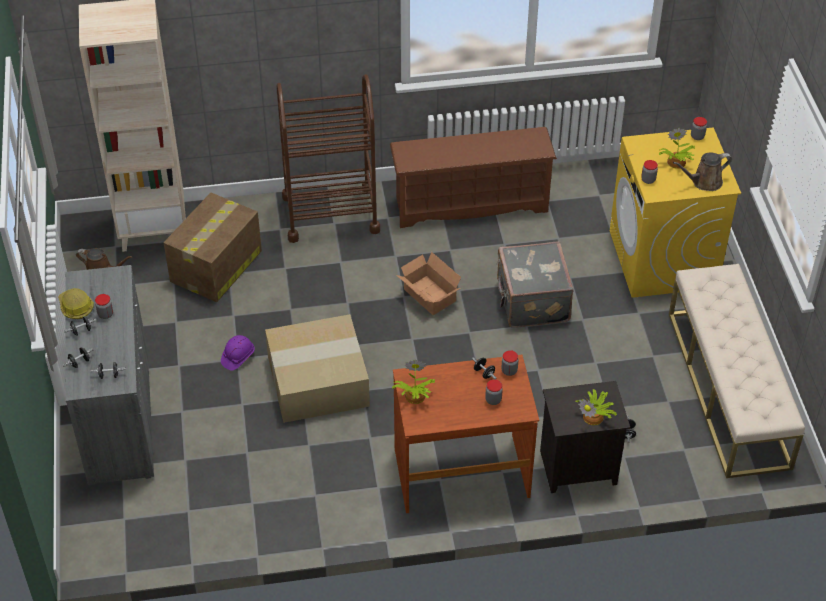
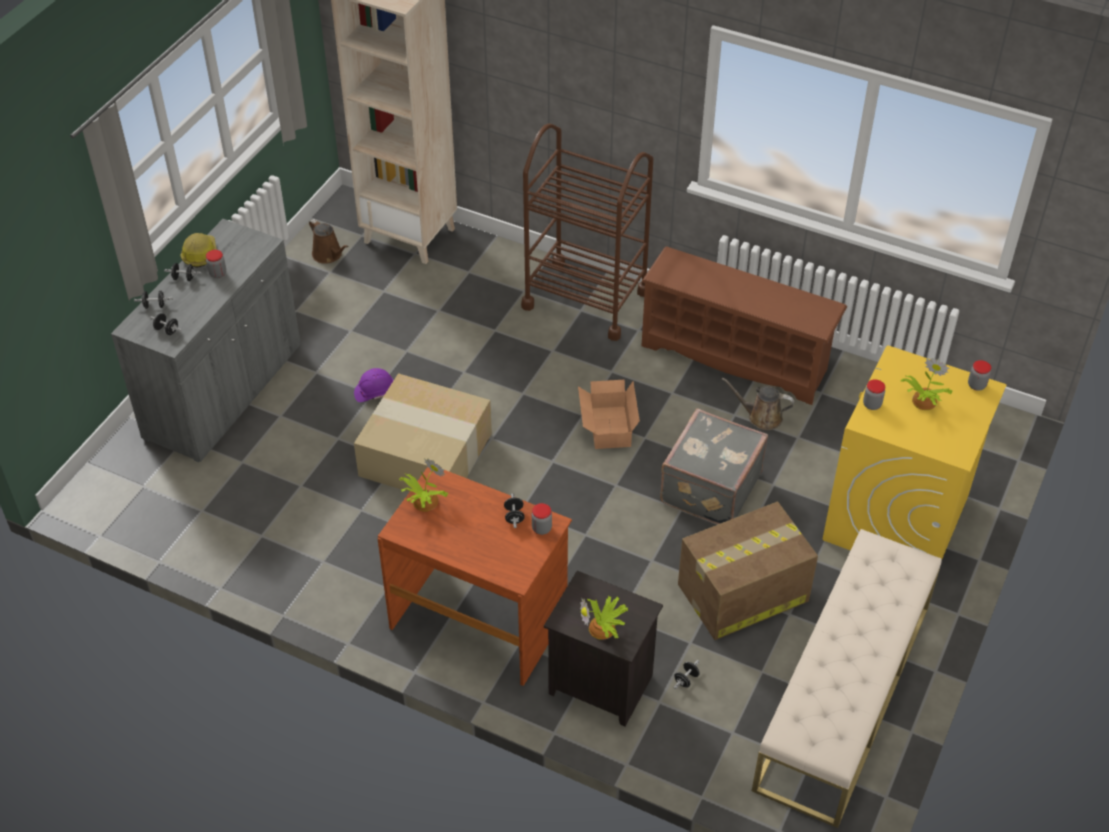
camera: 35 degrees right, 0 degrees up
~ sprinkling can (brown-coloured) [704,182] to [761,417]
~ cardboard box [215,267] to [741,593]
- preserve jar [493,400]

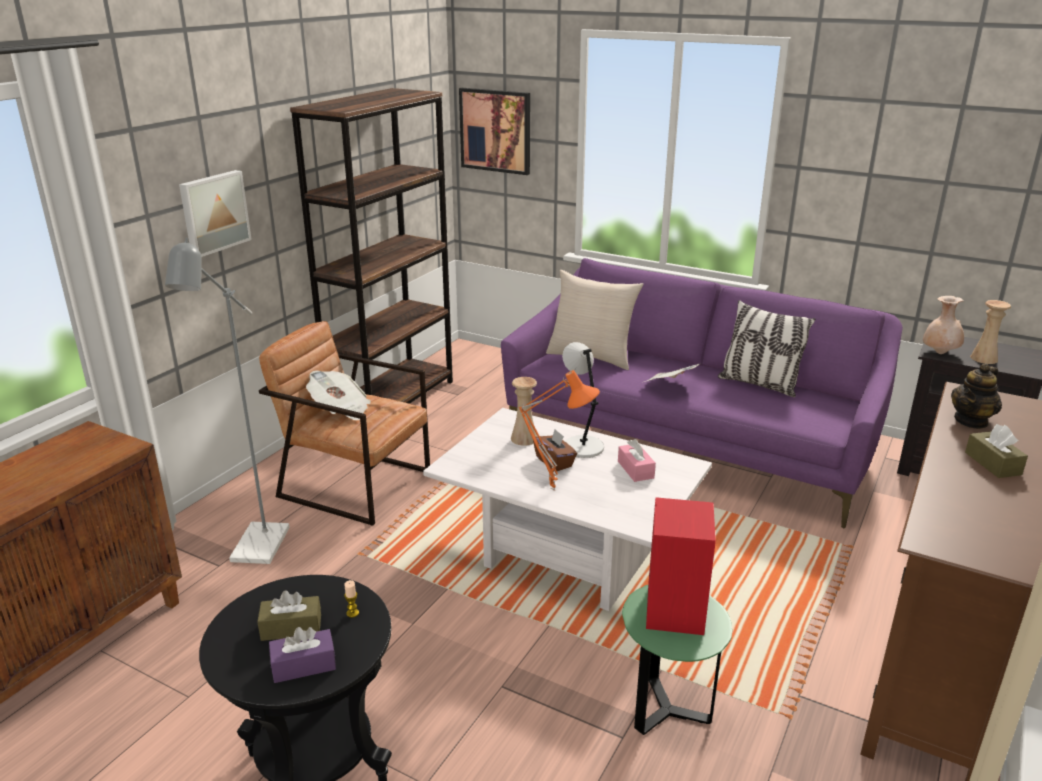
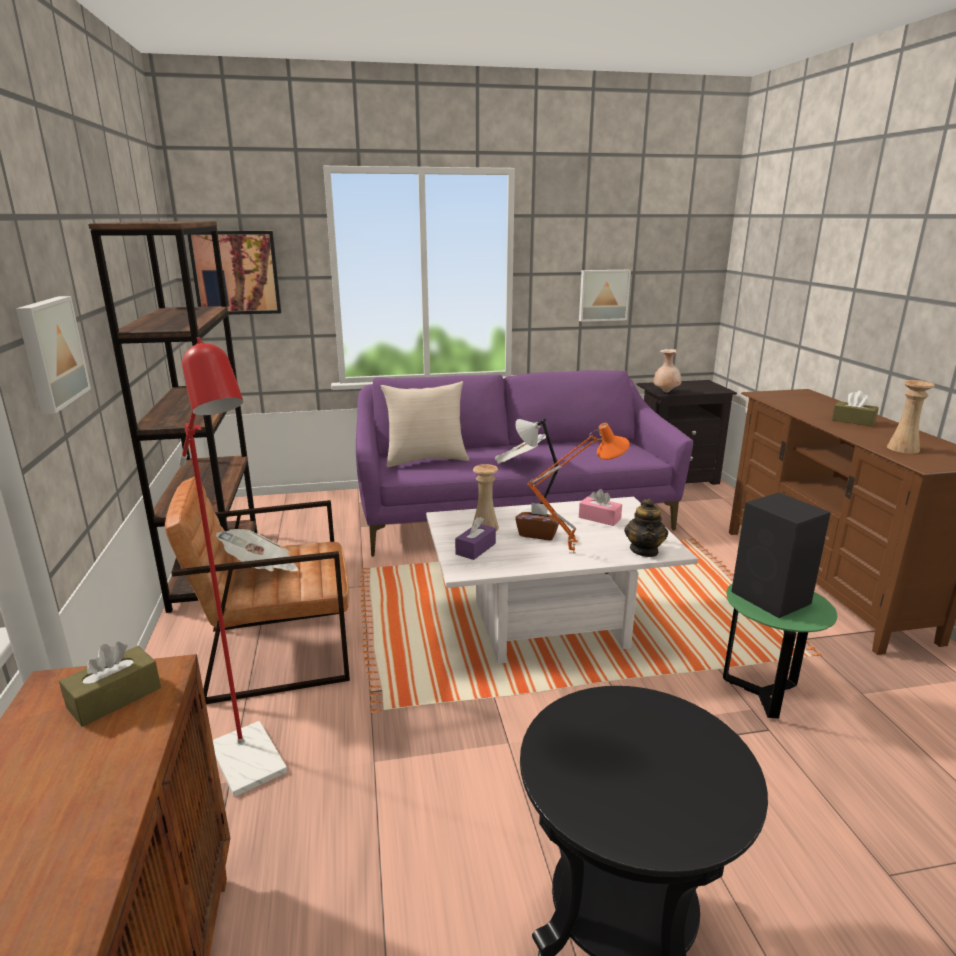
camera: 40 degrees left, 5 degrees down
~ floor lamp (gray) [256,552] to floor lamp (red-coloured) [254,769]
- pillow [759,384]
~ flower vase (beige) [984,358] to [903,448]
~ teapot [971,421] to [644,550]
~ speaker (red-coloured) [675,612] to speaker (black-coloured) [772,598]
- wax candle [352,613]
~ tissue box (brown-coloured) [291,627] to [114,698]
~ tissue box (purple) [303,665] to [475,549]
+ wall picture [603,295]

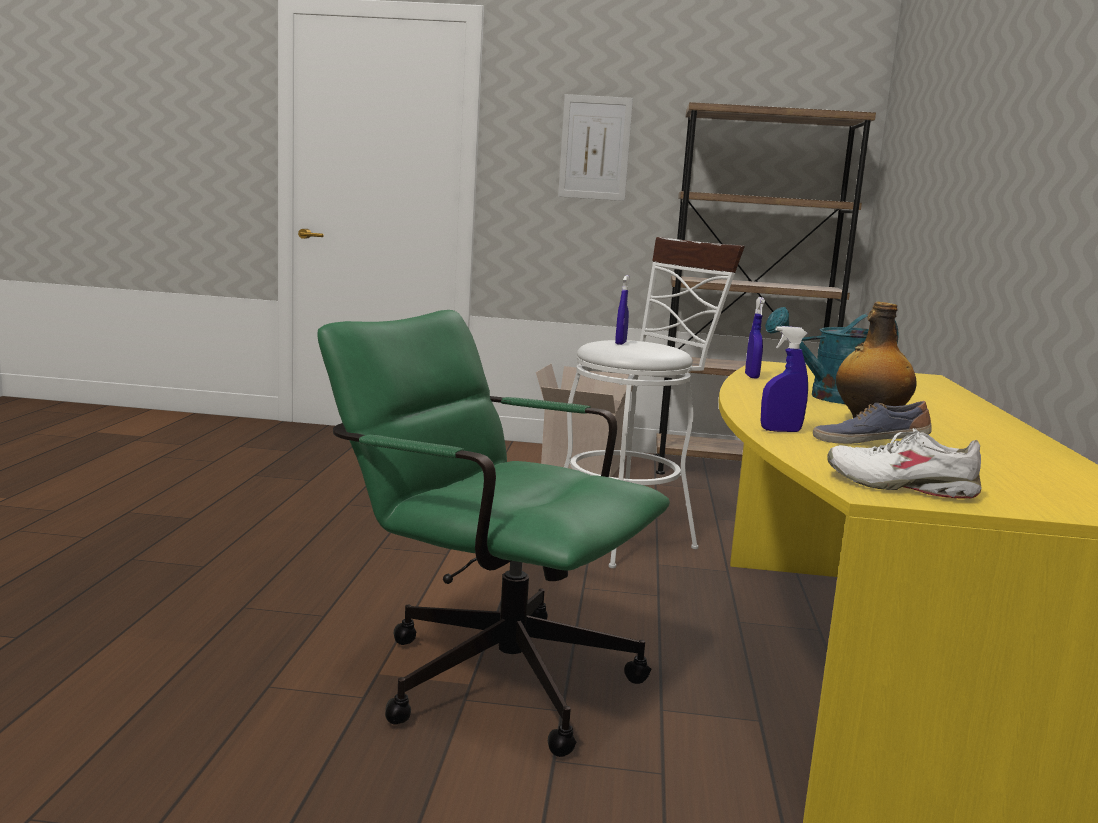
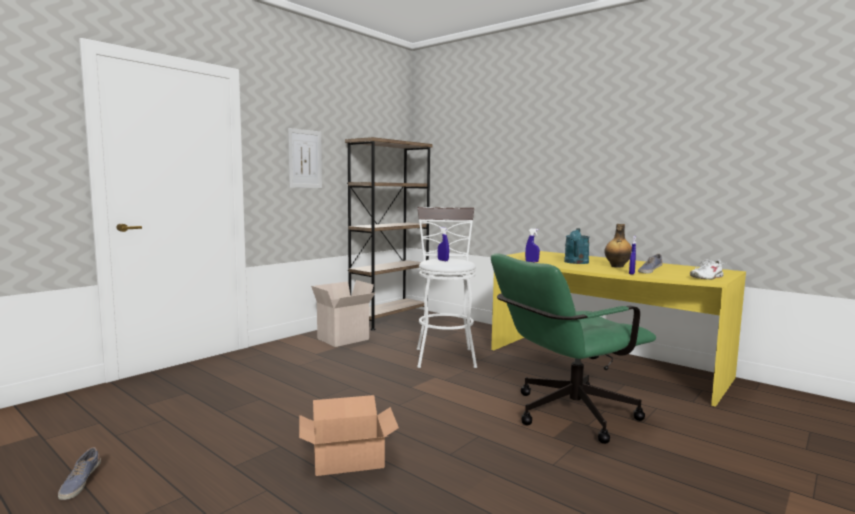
camera: 55 degrees left, 5 degrees down
+ cardboard box [347,458]
+ low shoe [80,483]

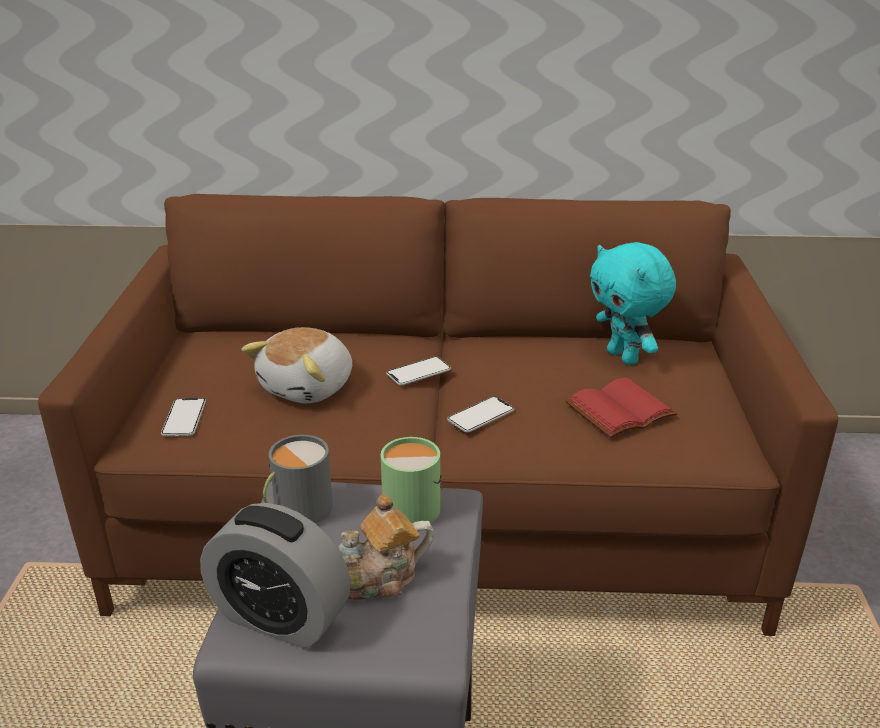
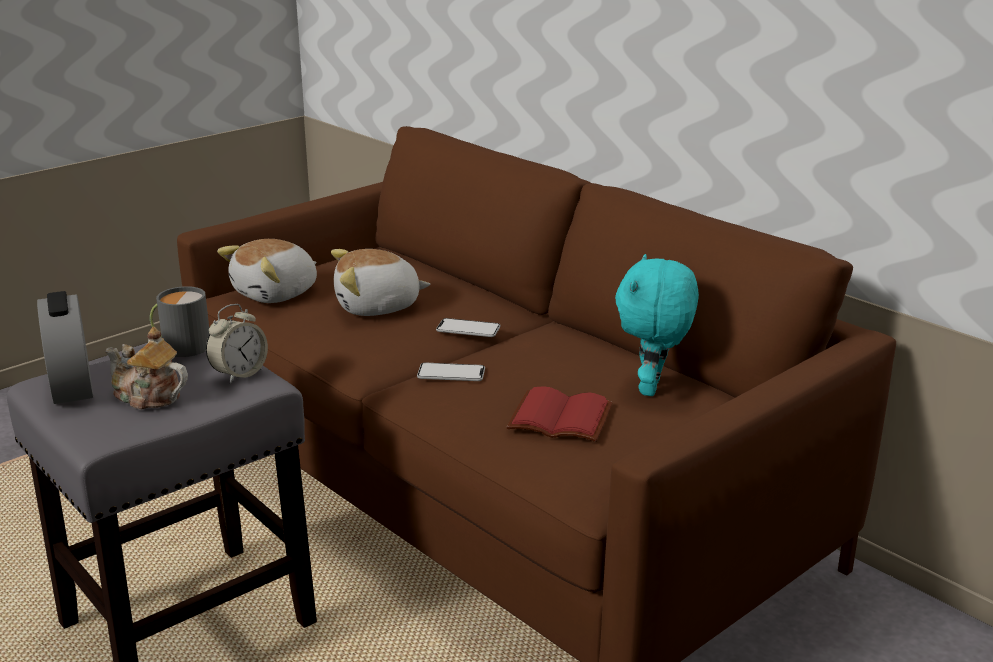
camera: 45 degrees right, 5 degrees down
~ handset [184,418] to plush toy [276,293]
~ tea mug (green-coloured) [412,505] to bedside clock [239,374]

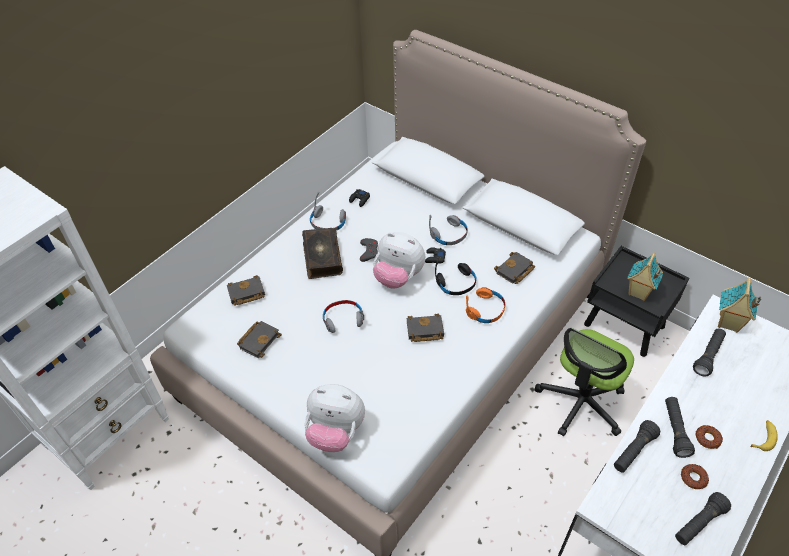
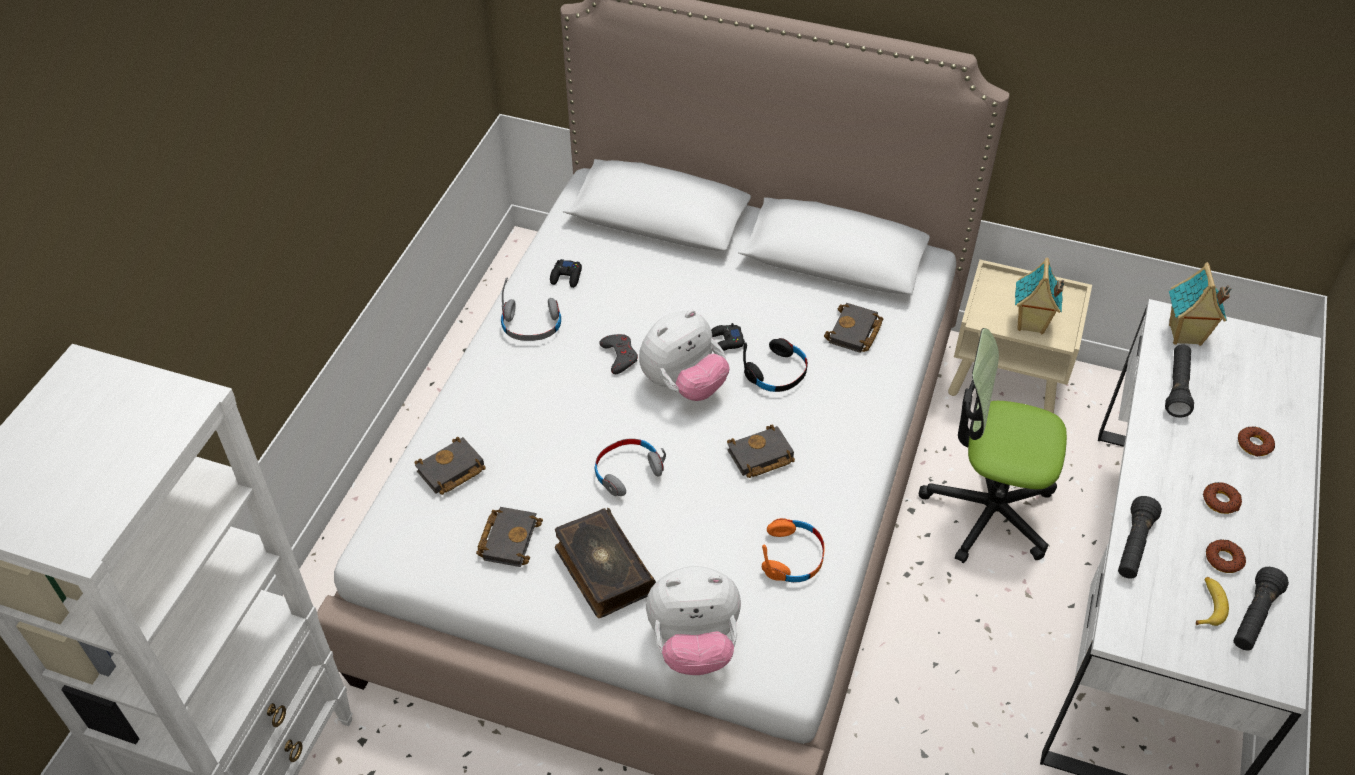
camera: 20 degrees left, 0 degrees up
- pair of headphones (gray) [449,235]
~ bound book [321,258] to [602,570]
~ plush toy [398,277] = [683,384] 45 degrees counterclockwise
~ night table (black-coloured) [625,326] to night table (beige) [1007,381]
~ pair of headphones (orange) [486,310] to [792,557]
~ office chair [581,403] = [988,511] 90 degrees clockwise
- torch (black-coloured) [675,430]
~ whole banana [763,437] to [1208,605]
+ donut [1254,444]

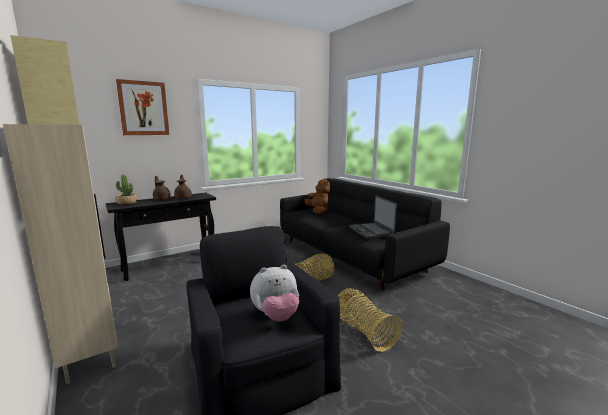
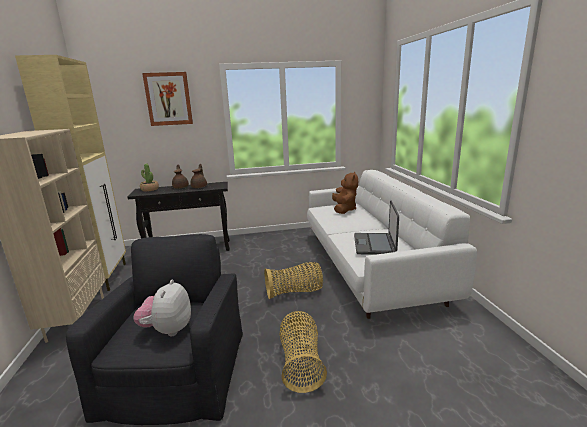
camera: 25 degrees right, 5 degrees up
~ sofa (black-coloured) [350,255] to sofa (whitish) [368,266]
~ plush toy [276,316] = [168,330] 90 degrees clockwise

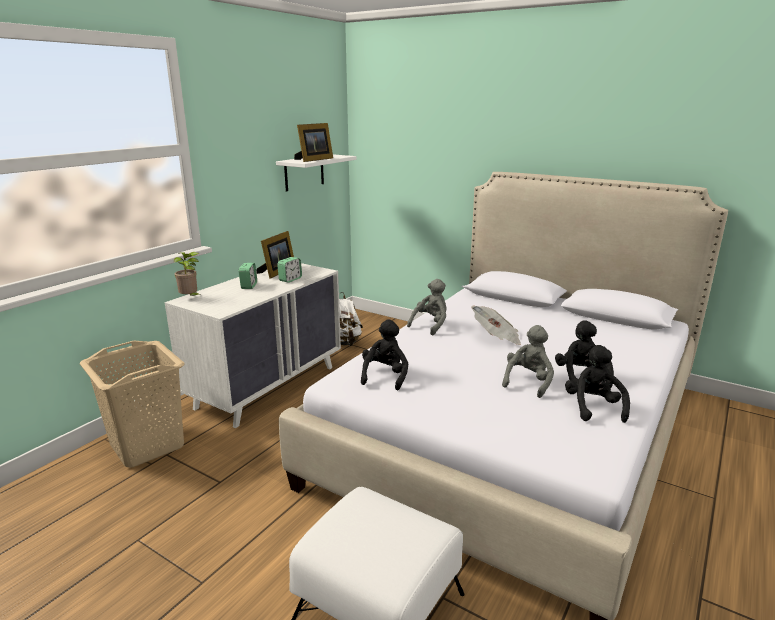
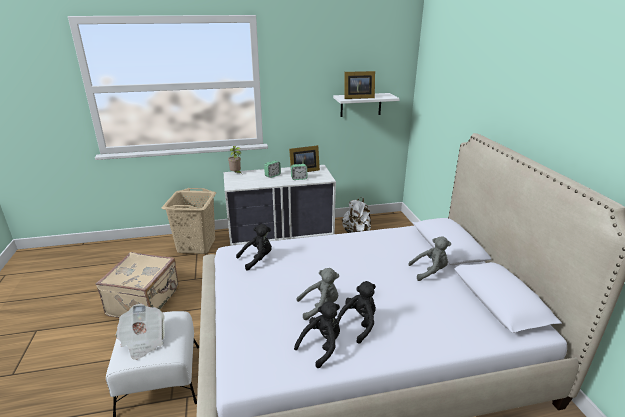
camera: 45 degrees right, 5 degrees up
~ plush toy (gray) [430,325] to [430,271]
~ printed paper [496,338] to [143,341]
+ suitcase (beige) [145,301]

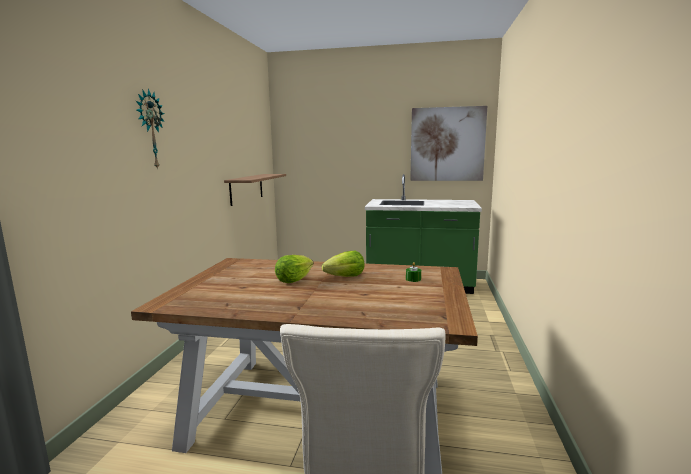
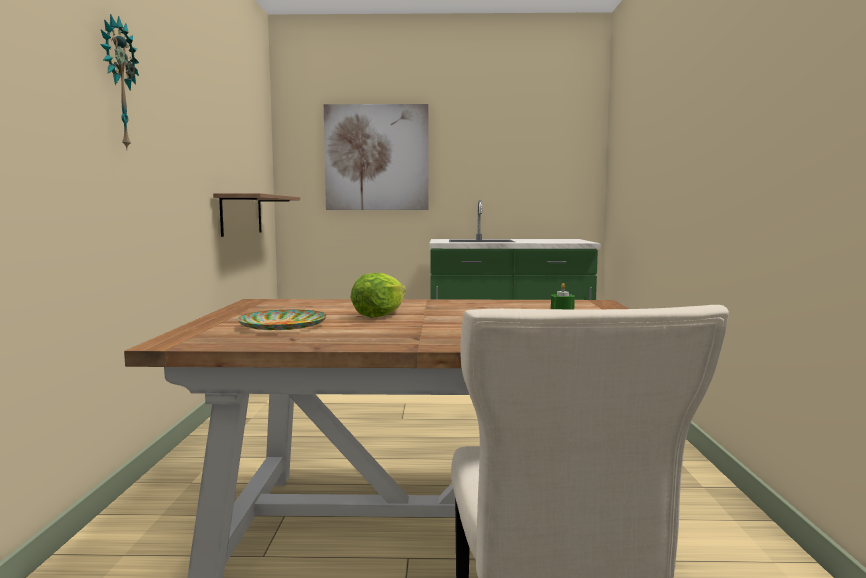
camera: 10 degrees left, 5 degrees down
~ wall picture [447,144] to [376,157]
- lettuce head [345,277]
+ dinner plate [283,326]

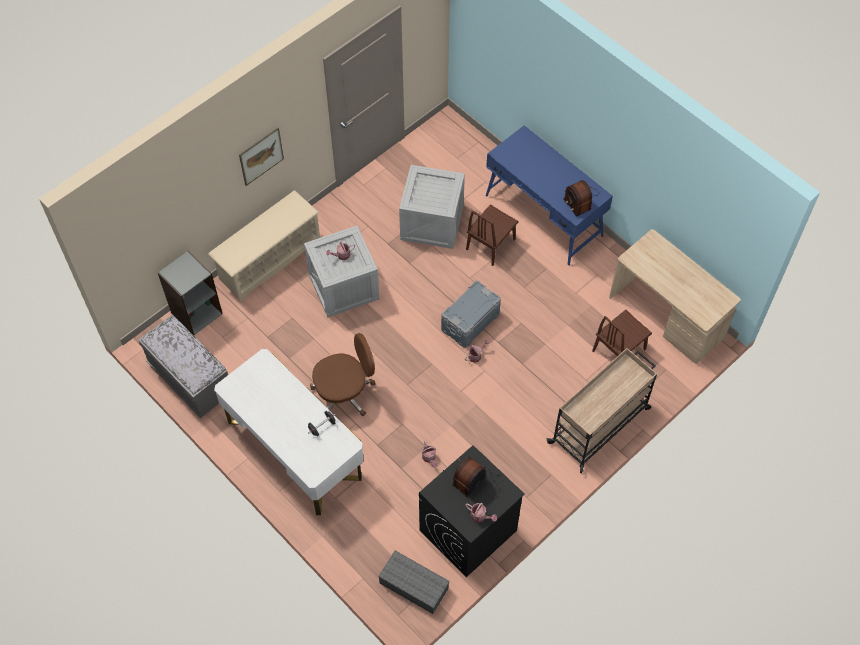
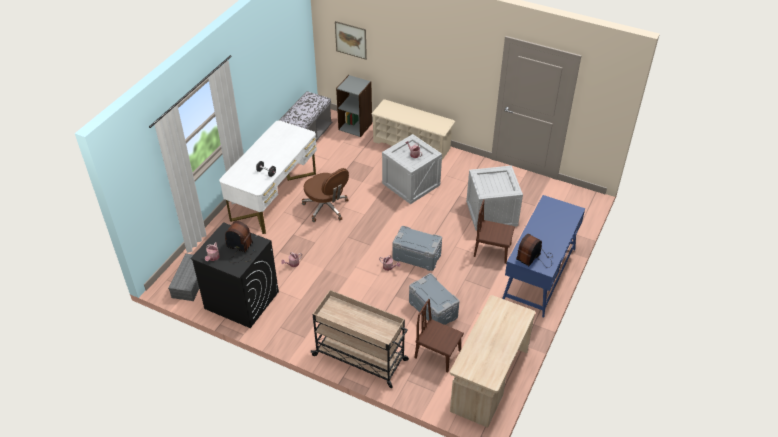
camera: 70 degrees right, 15 degrees down
~ wall picture [261,156] to [351,40]
+ storage bin (gray) [432,310]

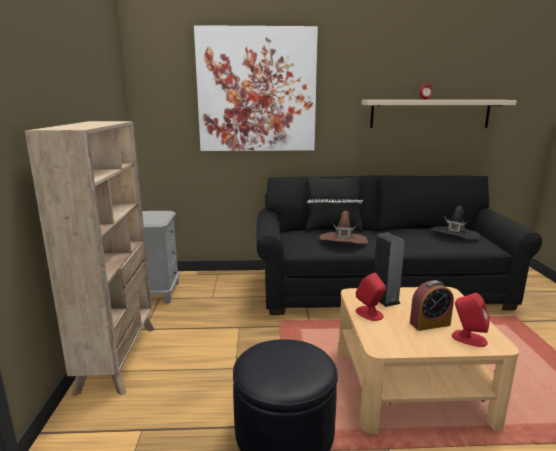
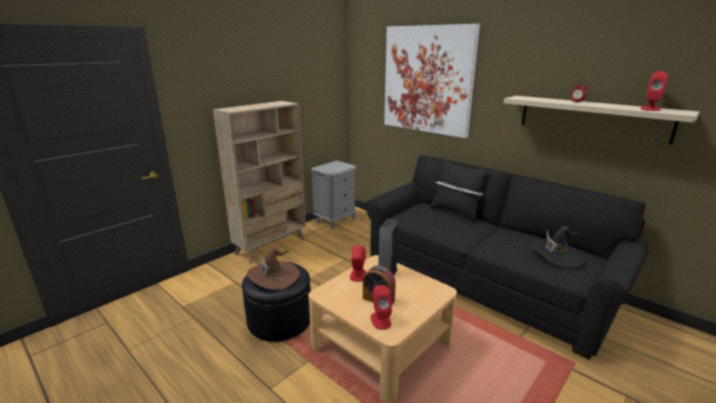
camera: 45 degrees right, 5 degrees up
~ wearable hat (brown-coloured) [343,241] to [274,276]
+ speaker (red-coloured) [650,109]

